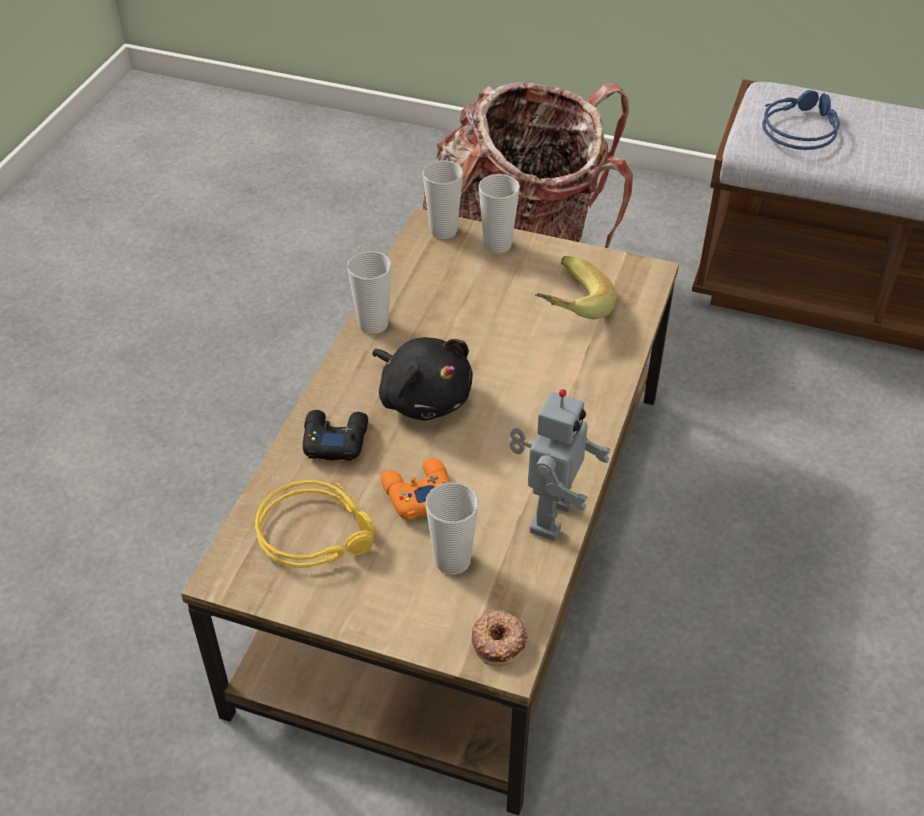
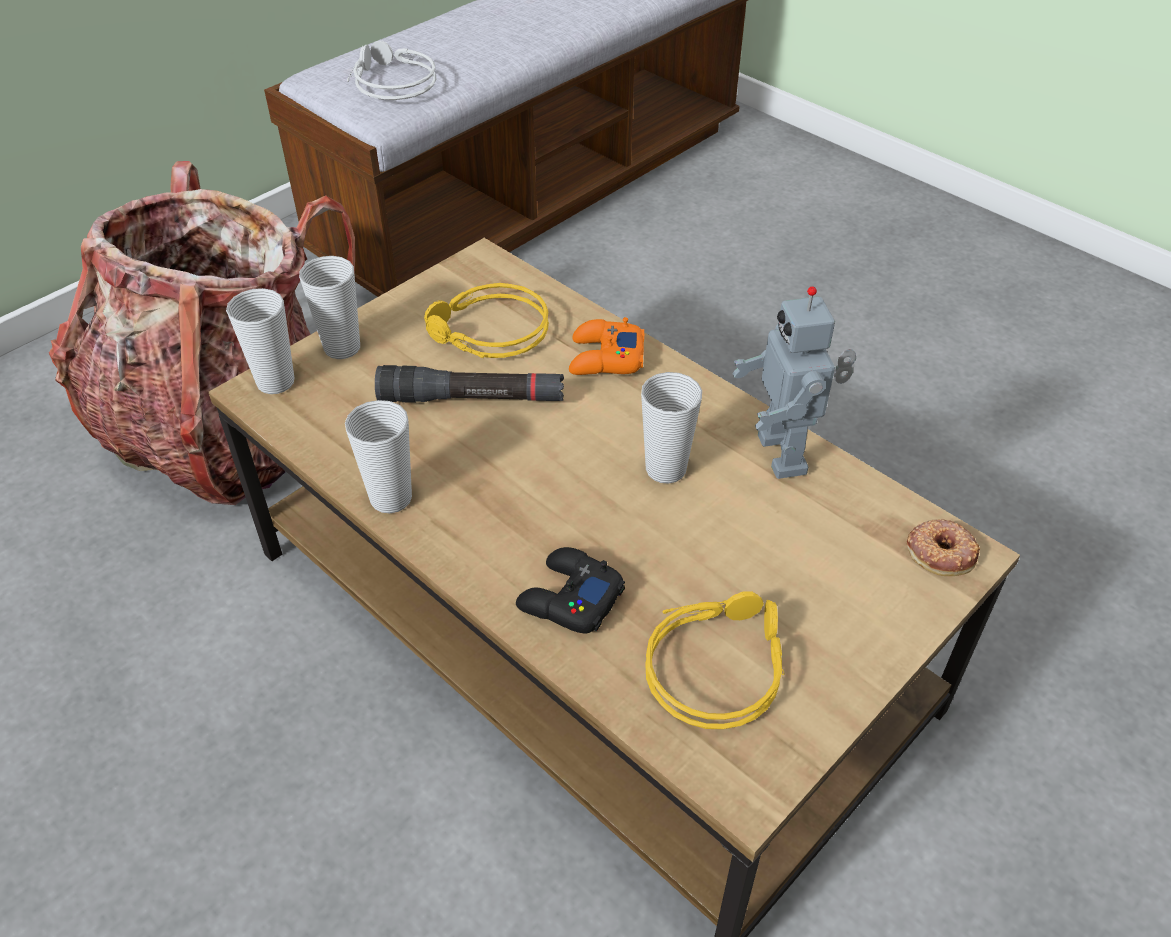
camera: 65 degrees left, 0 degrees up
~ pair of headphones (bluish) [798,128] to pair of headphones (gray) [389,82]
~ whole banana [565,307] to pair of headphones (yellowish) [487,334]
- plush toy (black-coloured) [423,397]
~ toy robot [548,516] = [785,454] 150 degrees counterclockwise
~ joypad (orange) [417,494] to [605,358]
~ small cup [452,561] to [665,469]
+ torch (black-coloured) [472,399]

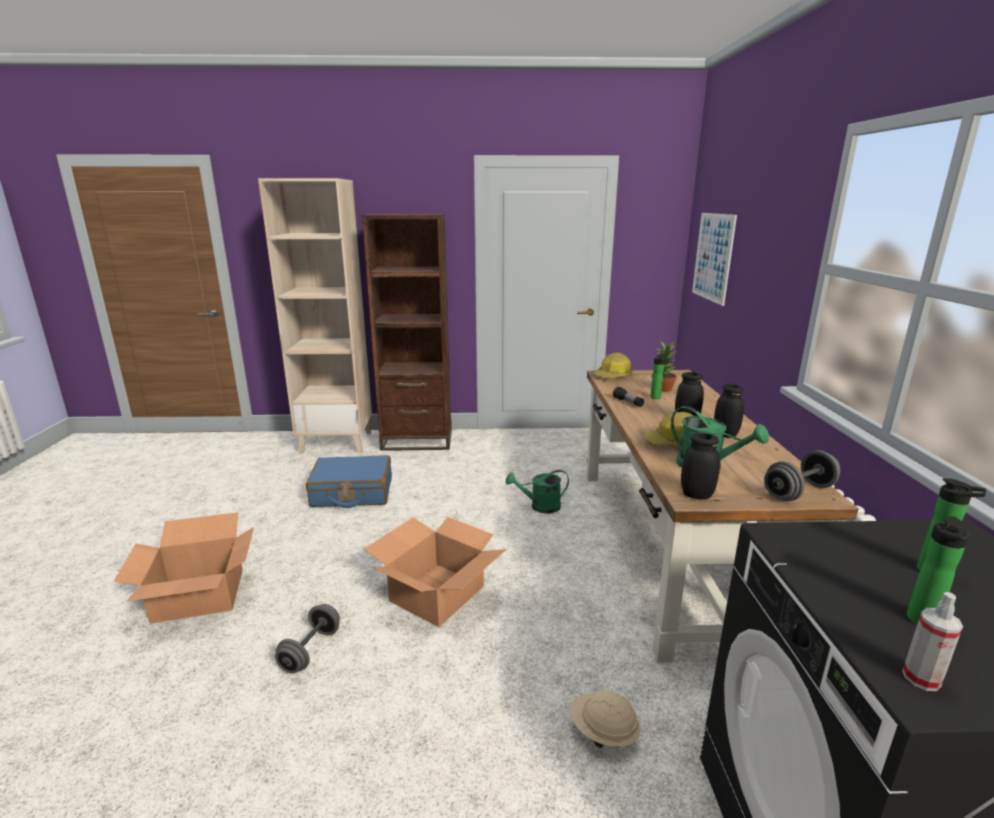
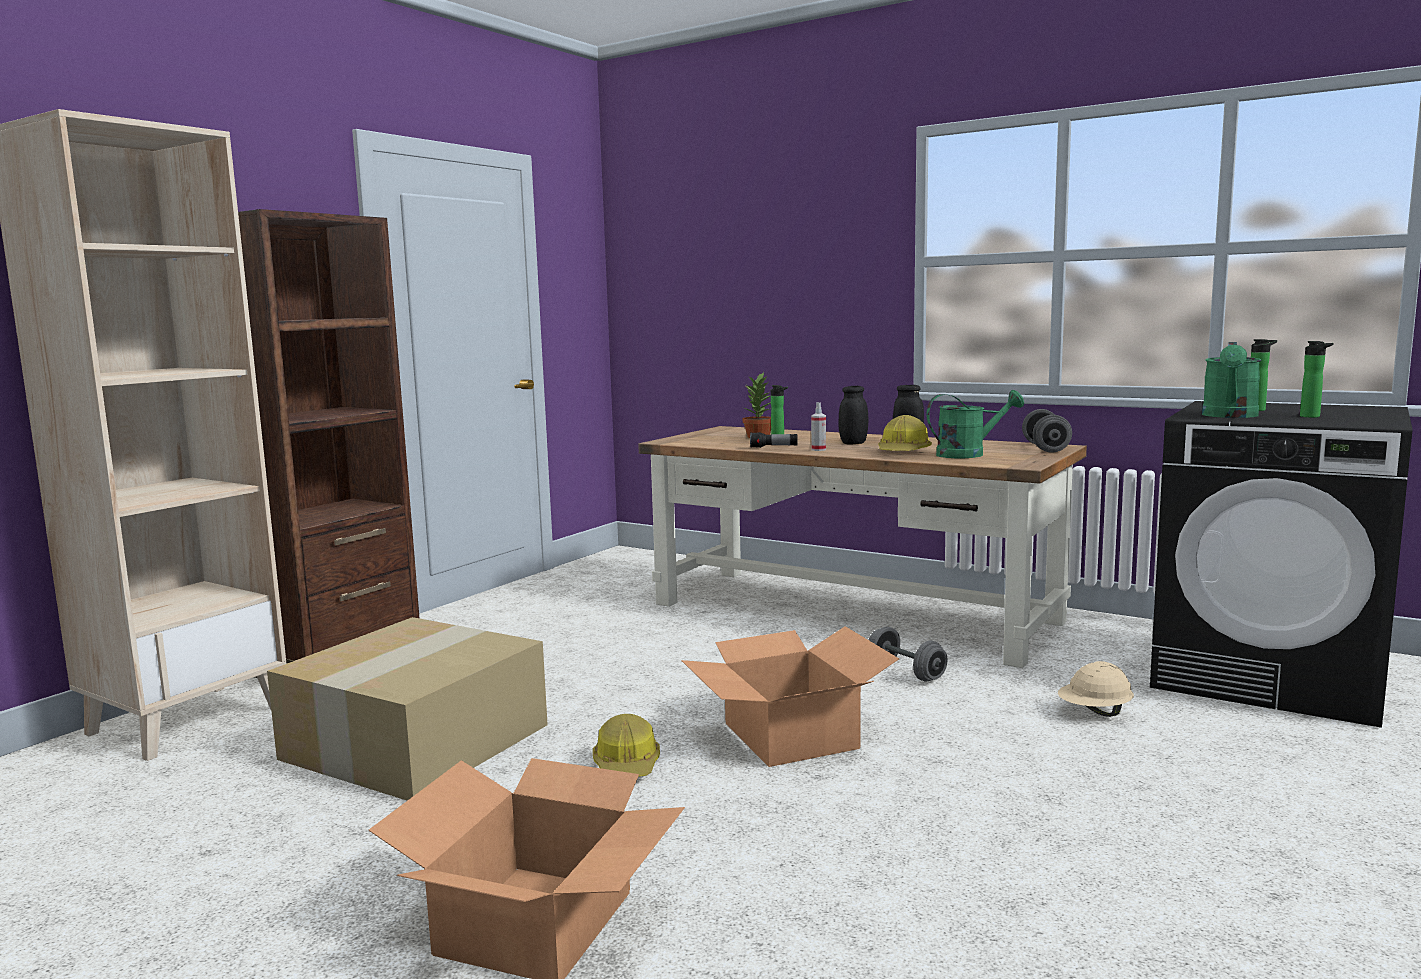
camera: 55 degrees left, 10 degrees down
- wall picture [713,257]
~ safety helmet [613,376] to [627,765]
- preserve jar (black-coloured) [696,495]
~ suitcase (bluish) [352,492] to cardboard box [416,740]
~ sprinkling can (green-coloured) [540,507] to [1230,416]
~ spray bottle [921,678] to [818,449]
~ dumbbell (gray) [310,650] to [906,672]

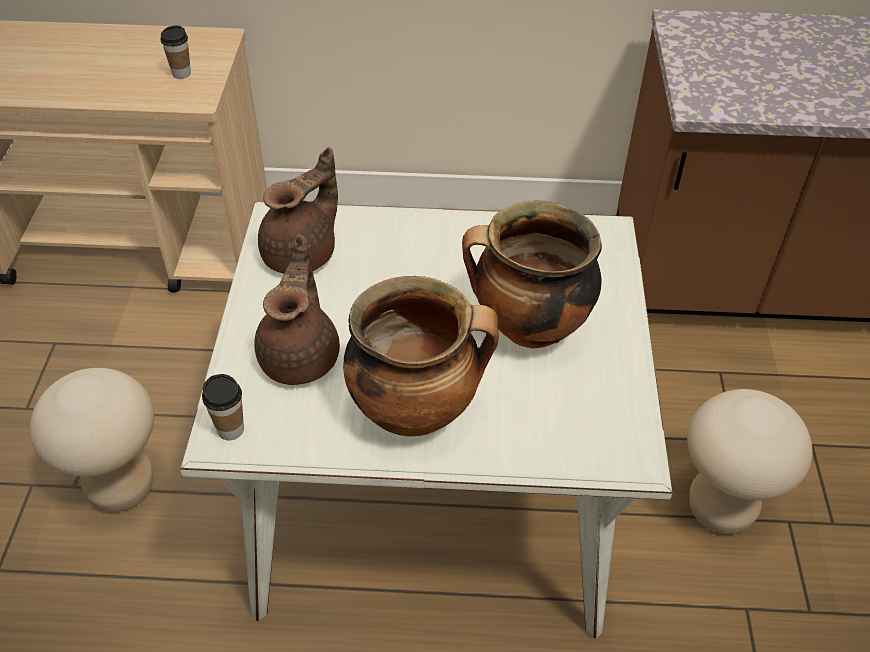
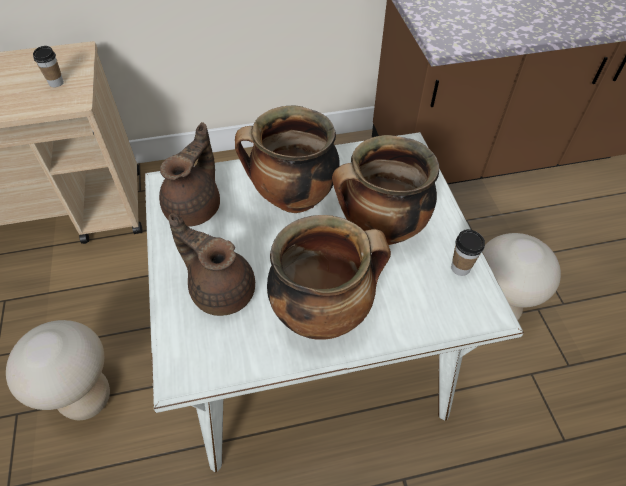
camera: 15 degrees left, 5 degrees up
~ teapot (brown-coloured) [301,355] = [221,289] 45 degrees counterclockwise
~ small cup [230,429] to [460,268]
+ cooking pot [292,199]

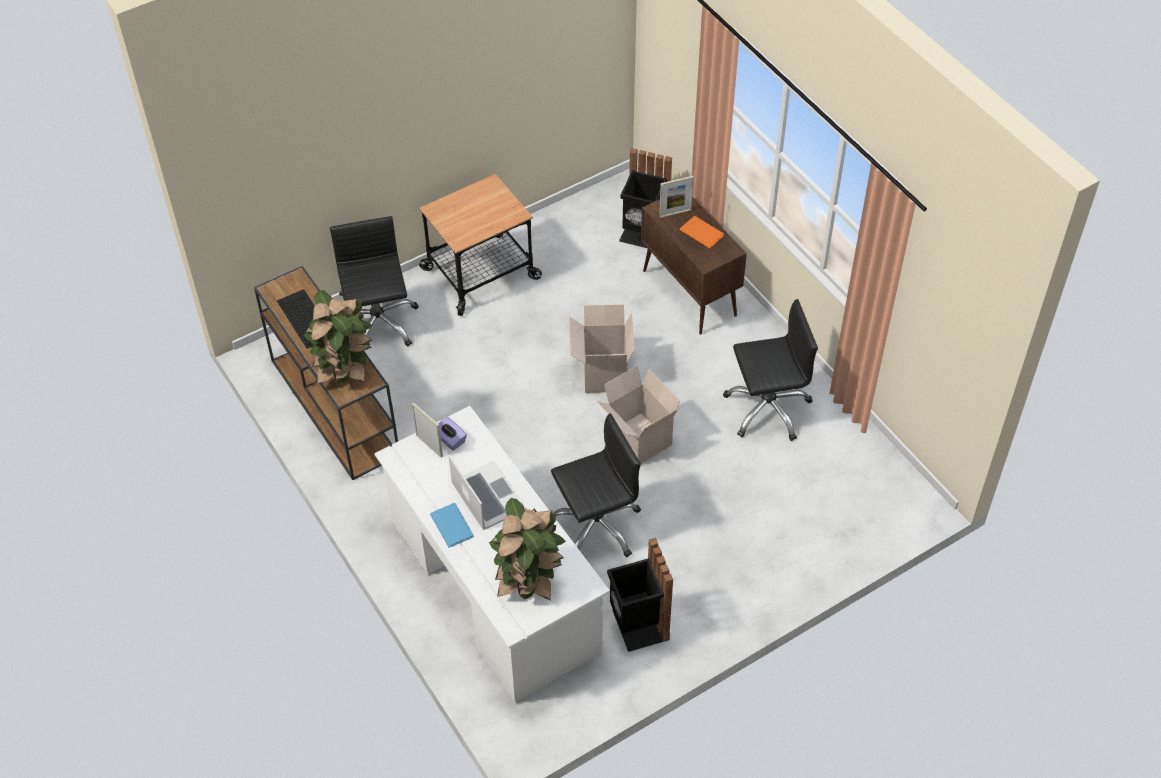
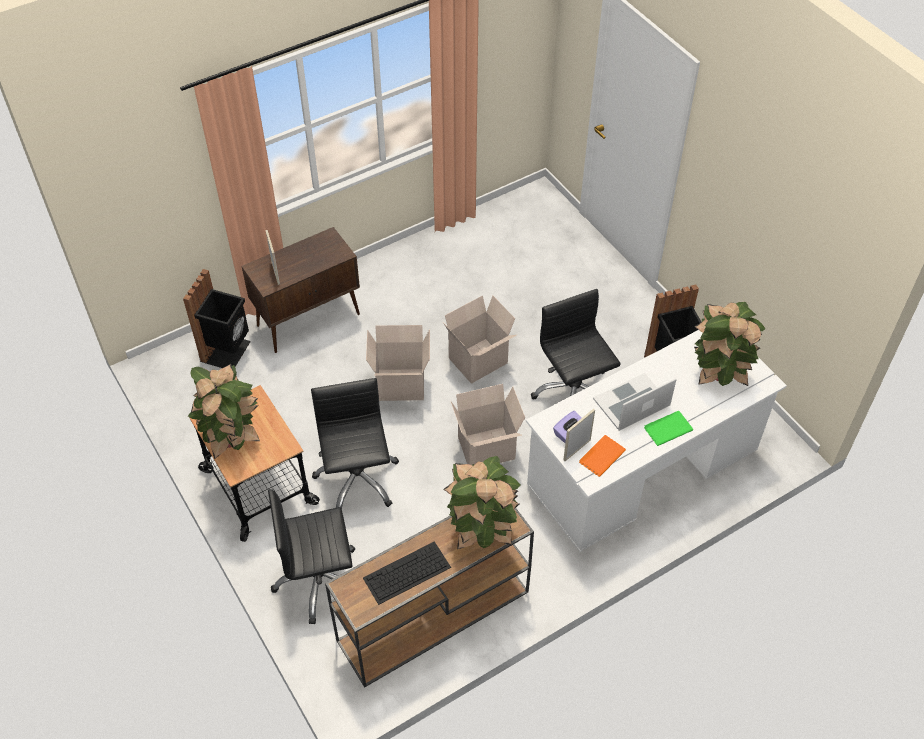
camera: 90 degrees left, 0 degrees up
~ bound book (orange) [701,232] to [600,456]
~ office chair (black-coloured) [767,408] to [357,480]
~ bound book (bluish) [452,524] to bound book (green-coloured) [666,428]
+ houseplant [231,437]
+ cardboard box [486,450]

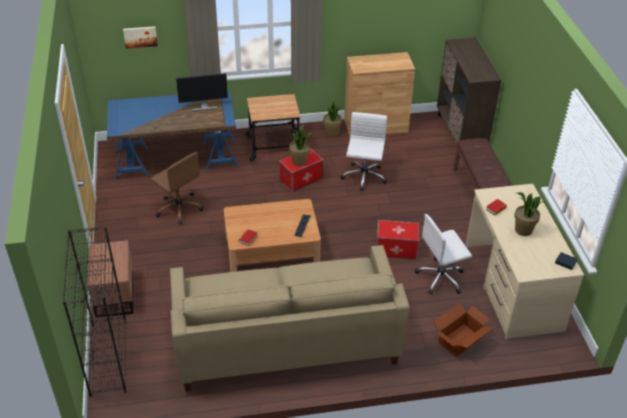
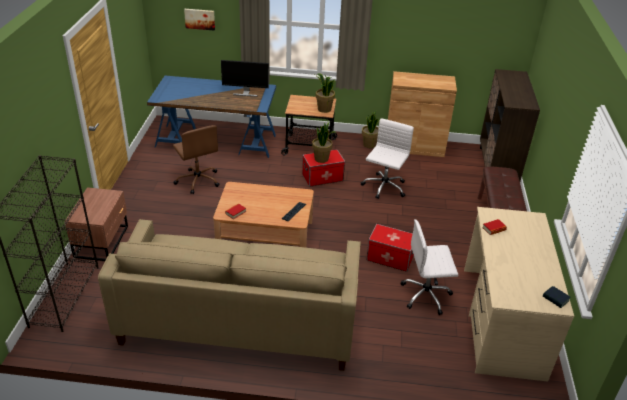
camera: 15 degrees right, 5 degrees down
~ houseplant [523,230] to [324,109]
- cardboard box [460,340]

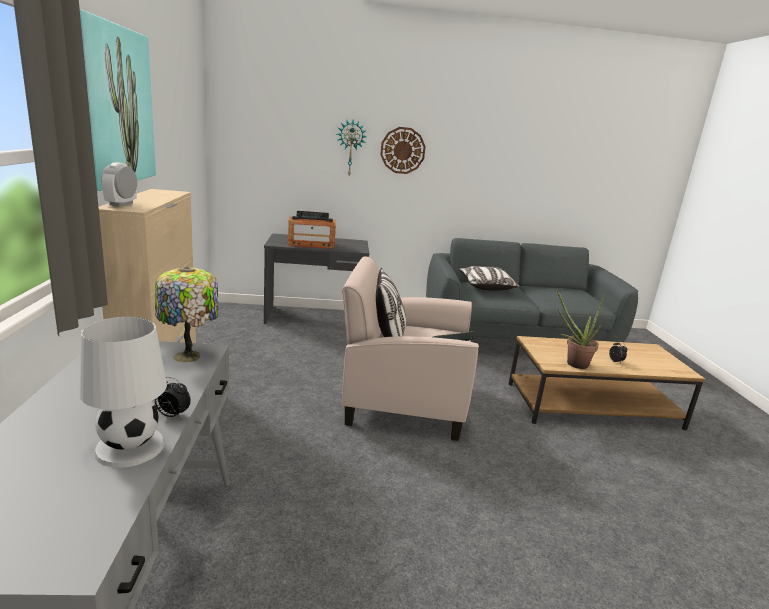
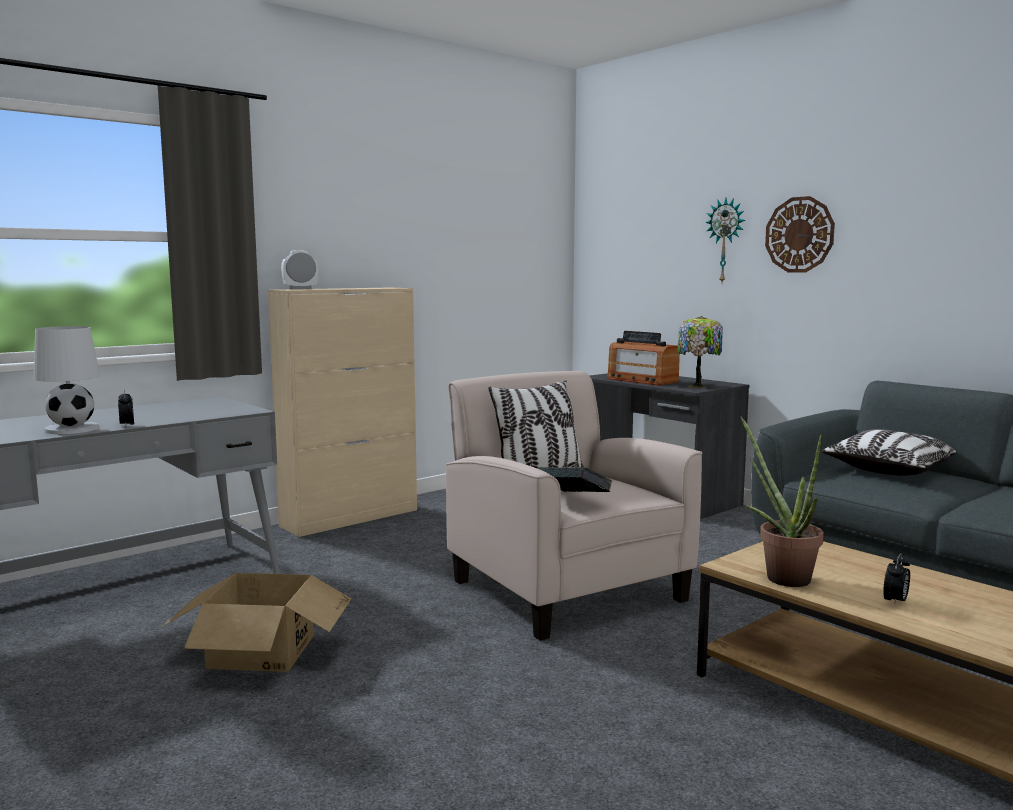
camera: 55 degrees right, 10 degrees down
- wall picture [115,106]
~ tabletop lamp [189,357] to [697,386]
+ cardboard box [262,650]

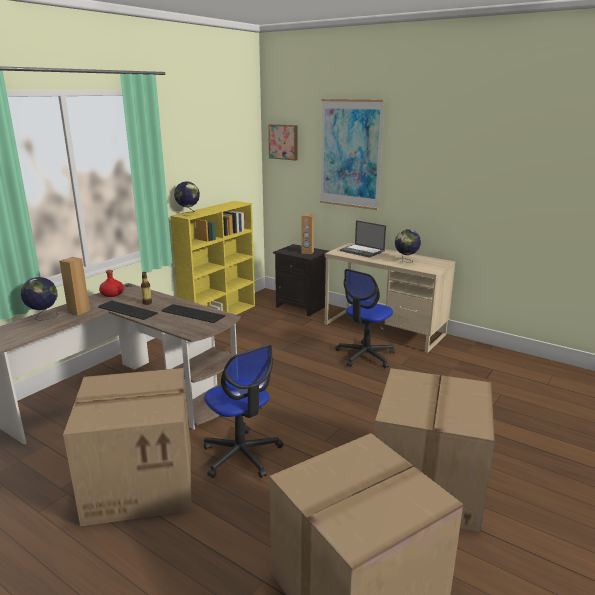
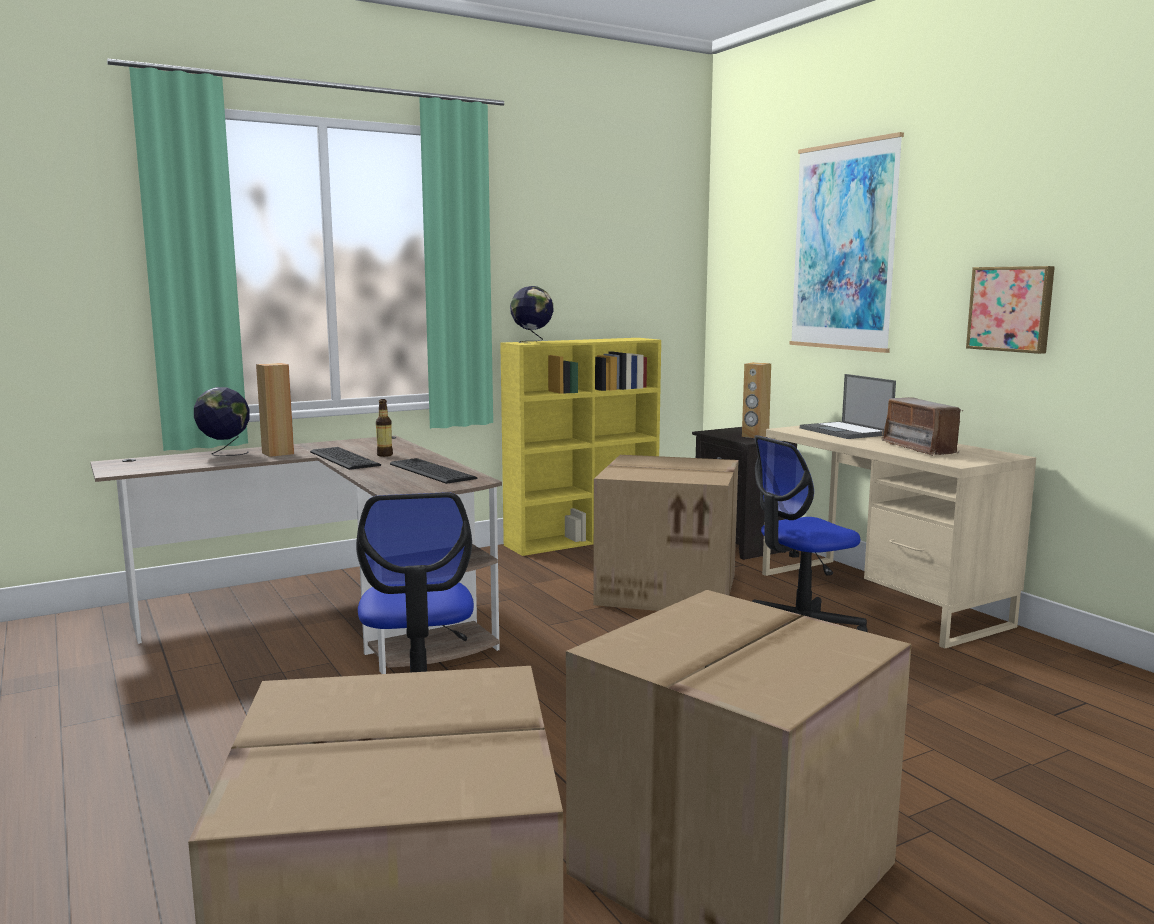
camera: 25 degrees right, 10 degrees down
~ wall picture [284,142] to [1011,309]
~ desk globe [406,261] to radio [919,448]
- drink bottle (red-coloured) [112,294]
~ cardboard box [142,481] to [669,589]

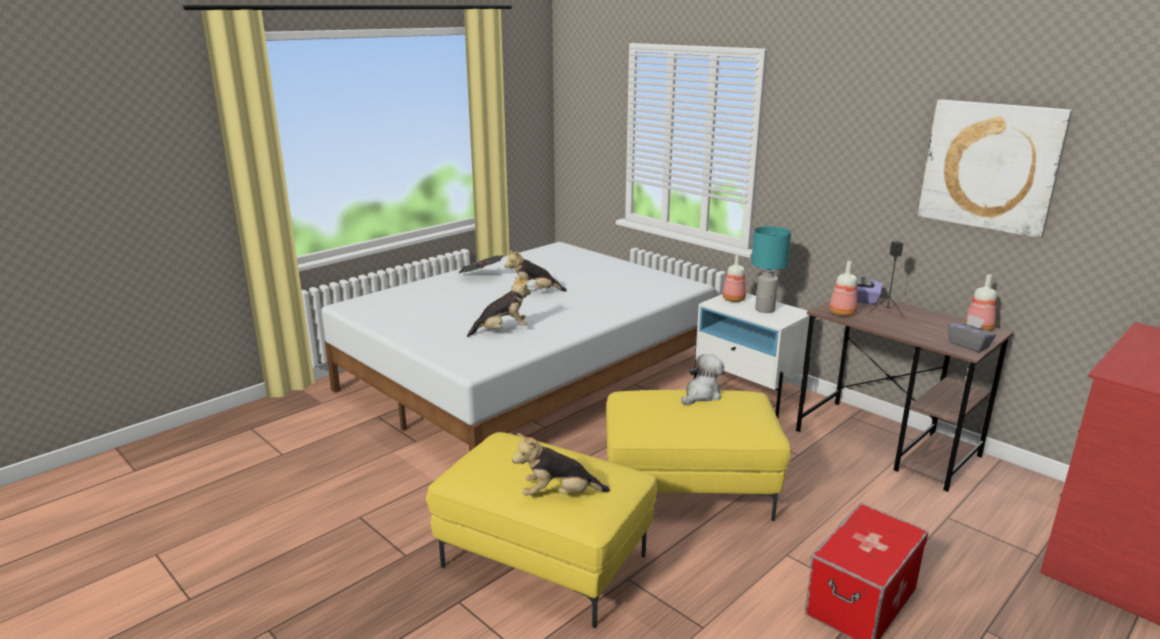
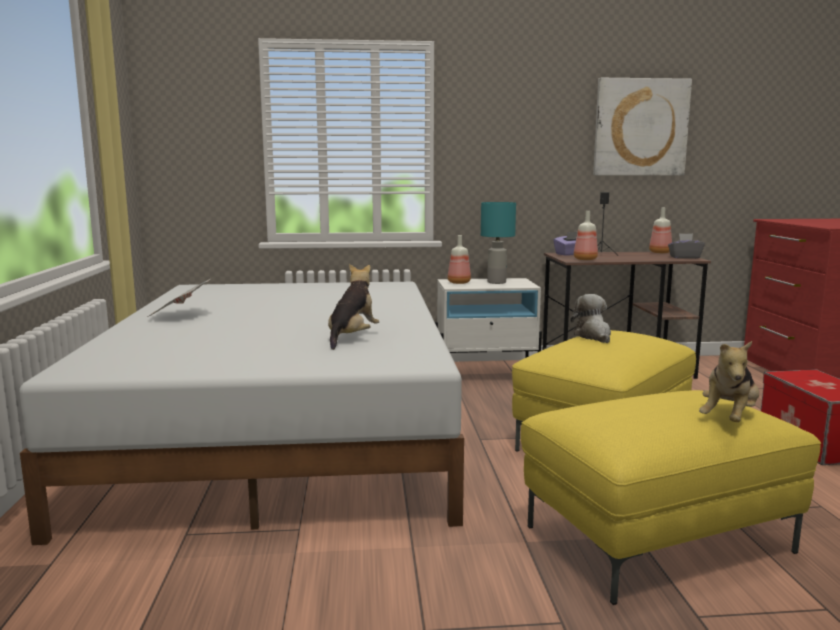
camera: 50 degrees left, 10 degrees down
- plush toy [534,292]

